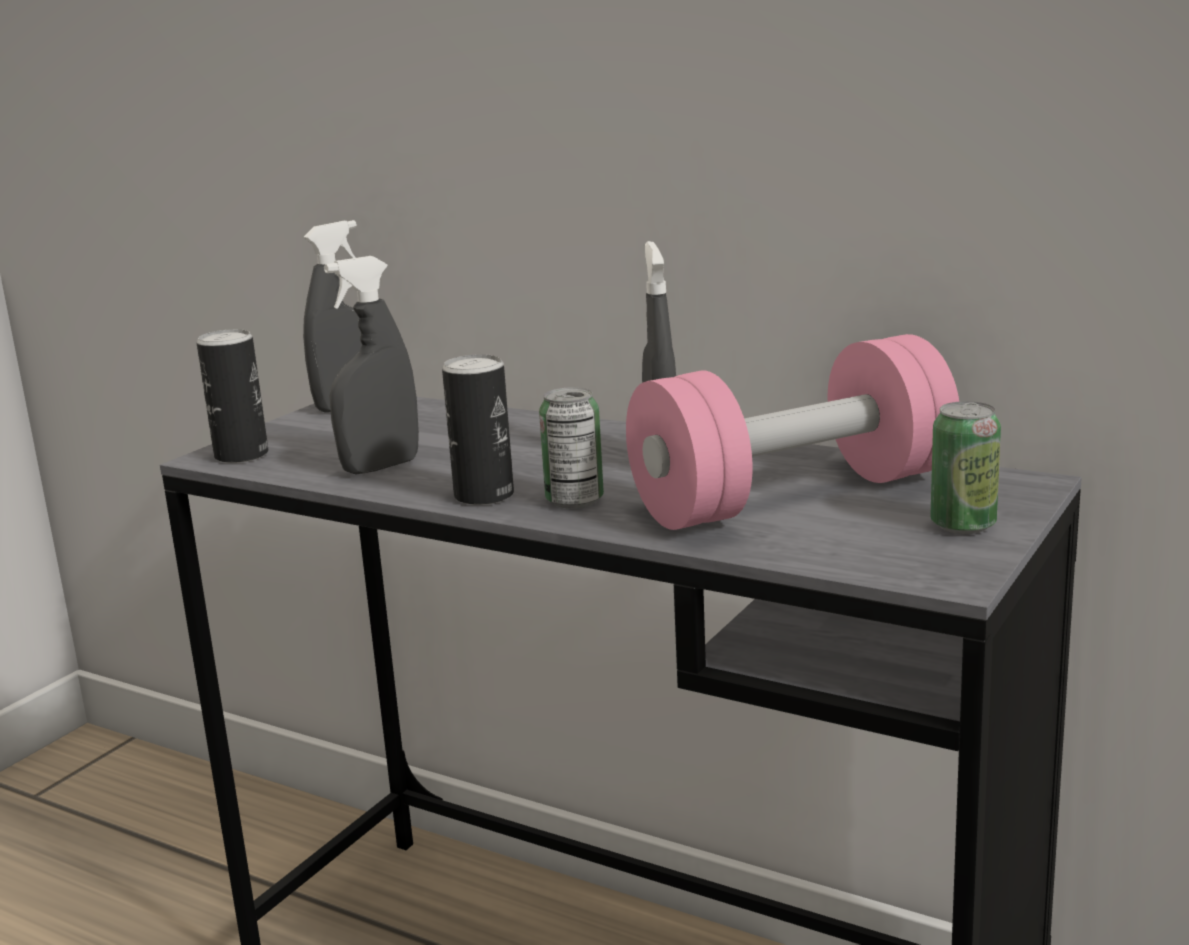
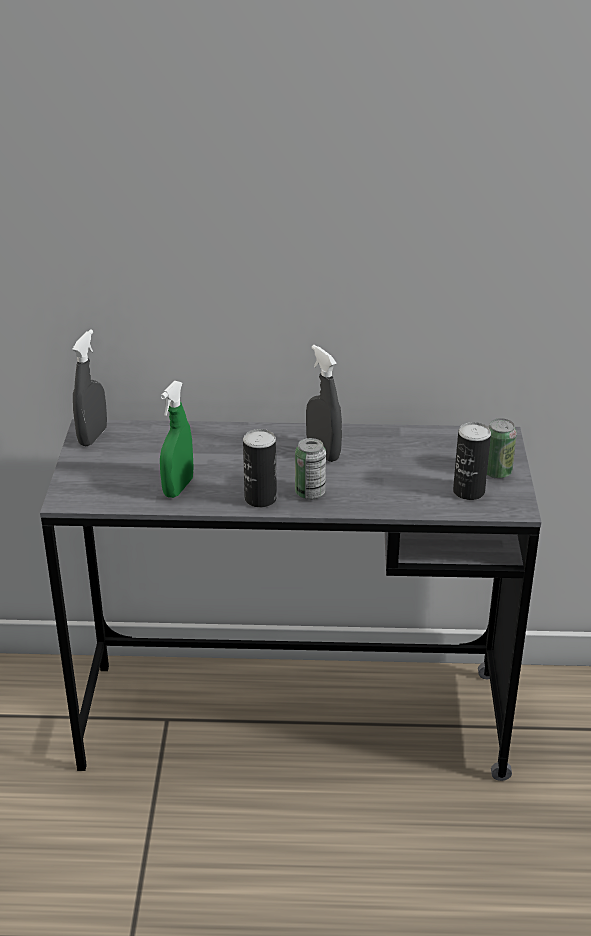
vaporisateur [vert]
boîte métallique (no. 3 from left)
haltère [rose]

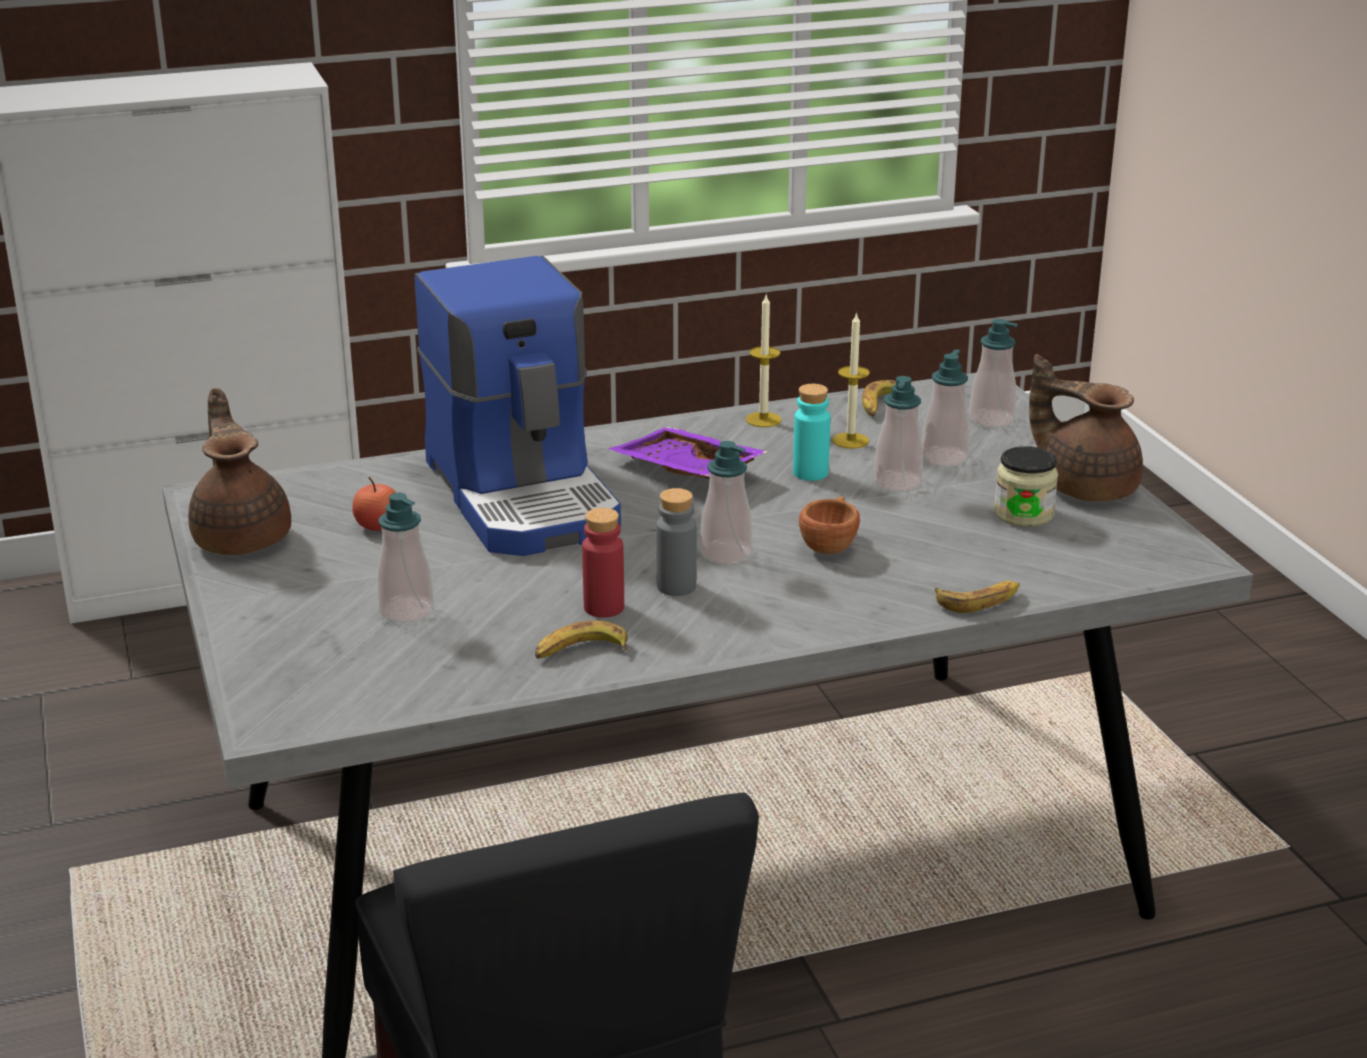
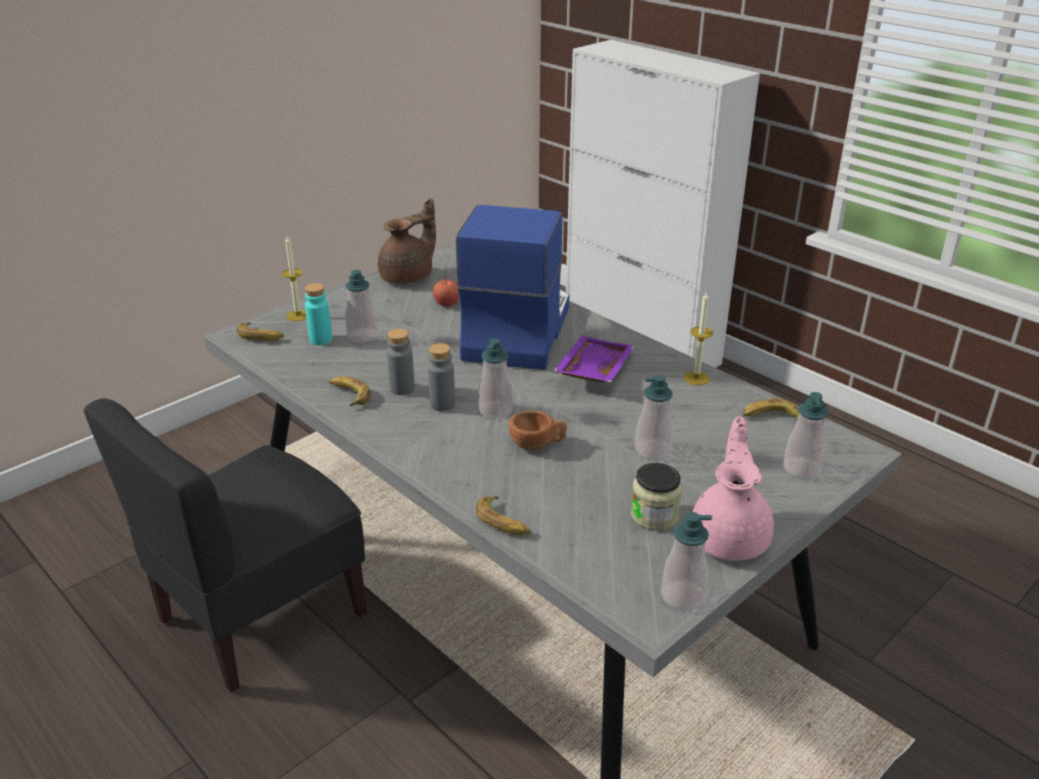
banane (no. 1 from left)
bougie (no. 1 from left)
bouteille [turquoise]
bouteille [gris] (no. 1 from left)
machine à café
distributeur de savon (no. 4 from left)
théière [rose]

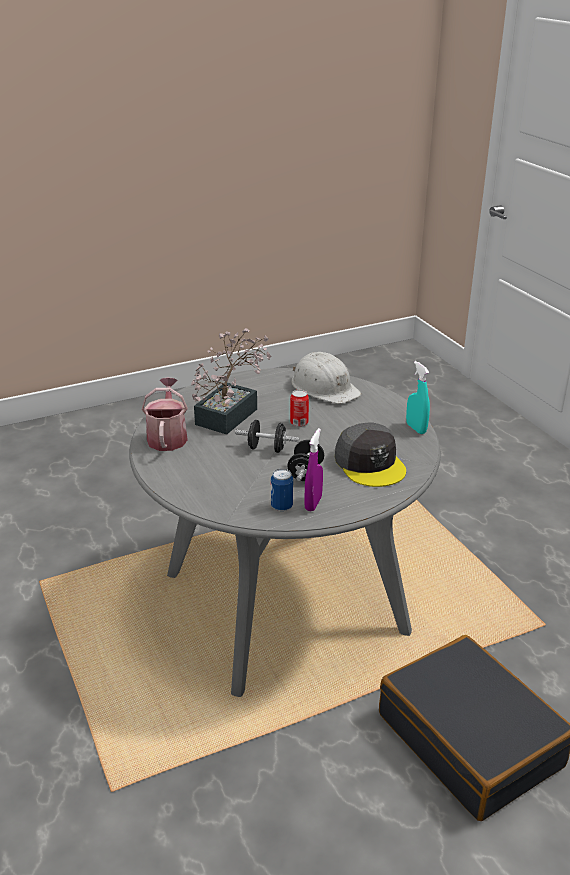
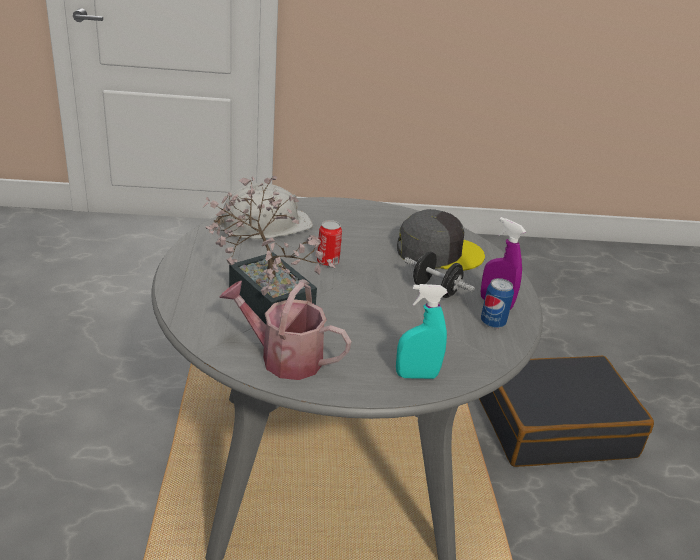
vaporisateur [turquoise]
haltère [noir] (no. 1 from left in the first image)

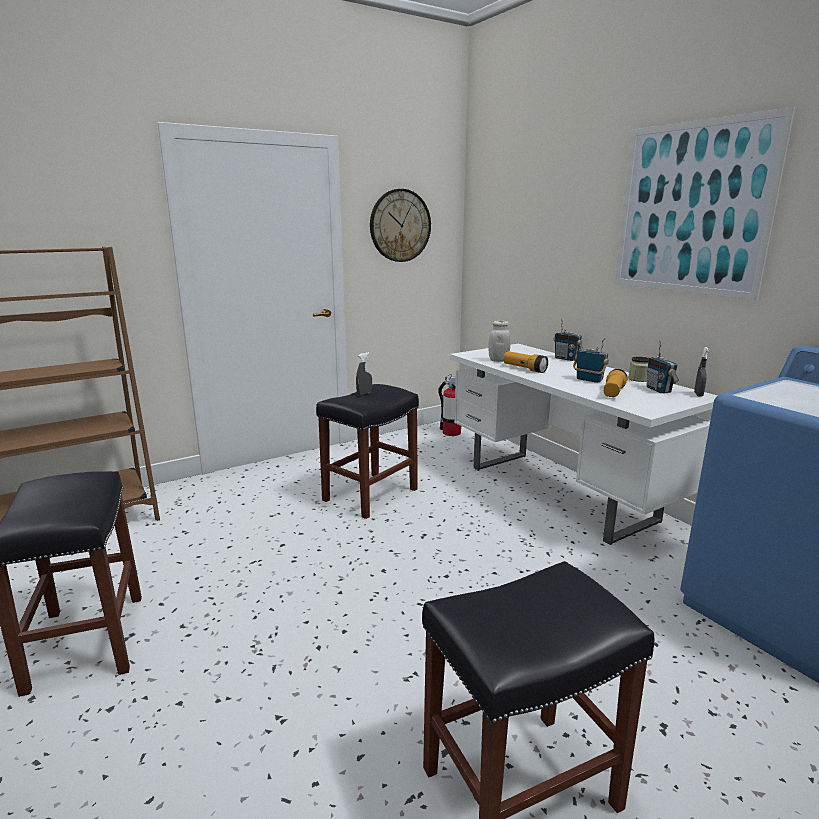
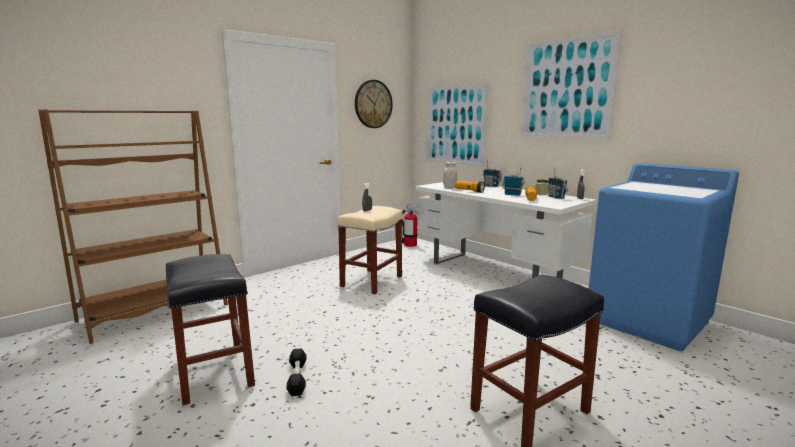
haltère [noir]
tabouret [beige]
tableau (no. 1 from left)

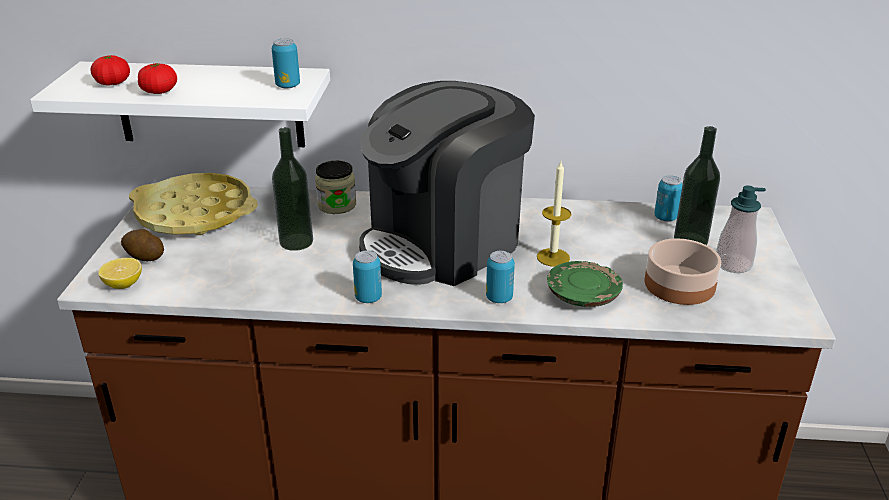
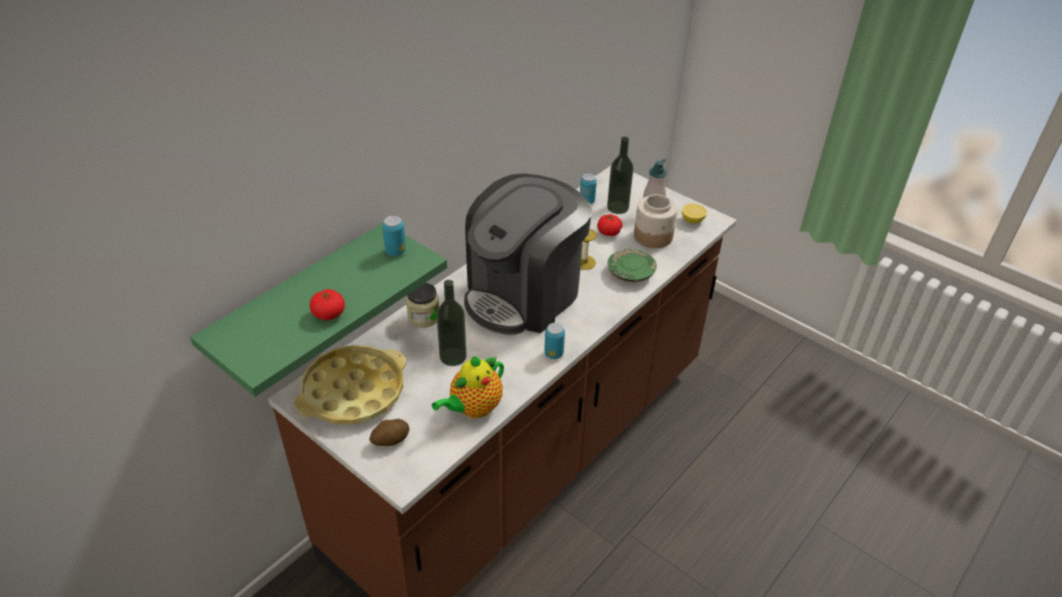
étagère [vert]
théière
machine à café
tomate (no. 2 from left)
bocal (no. 2 from left)
citron
boîte métallique (no. 3 from left in the first image)

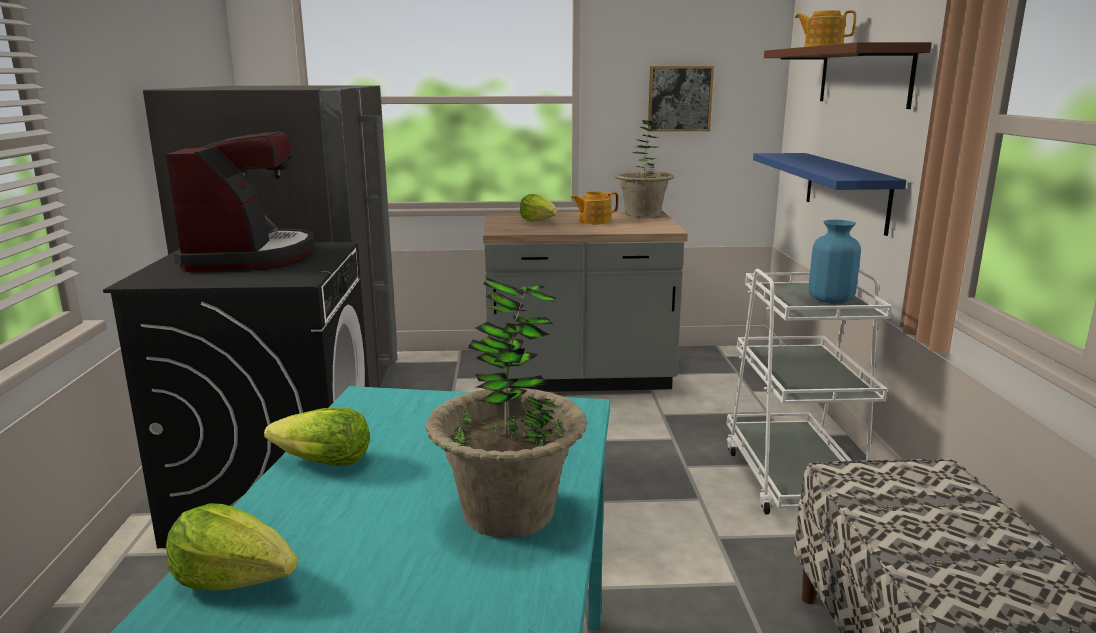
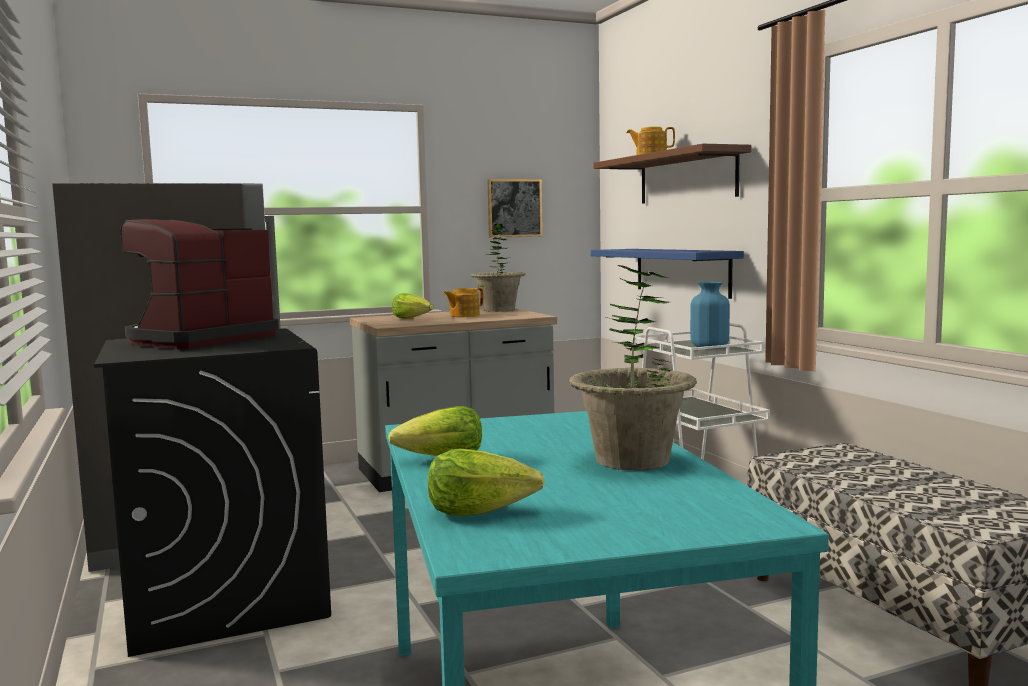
machine à café

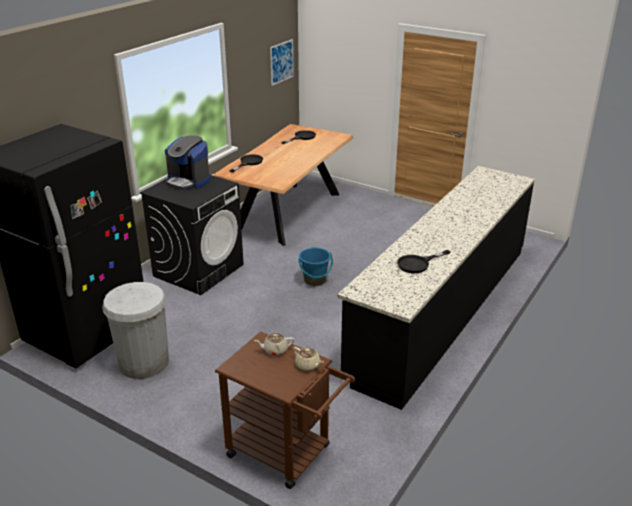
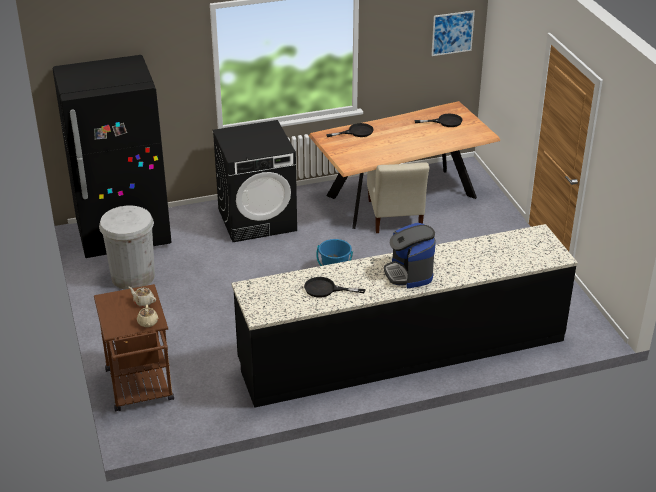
chaise [beige]
machine à café

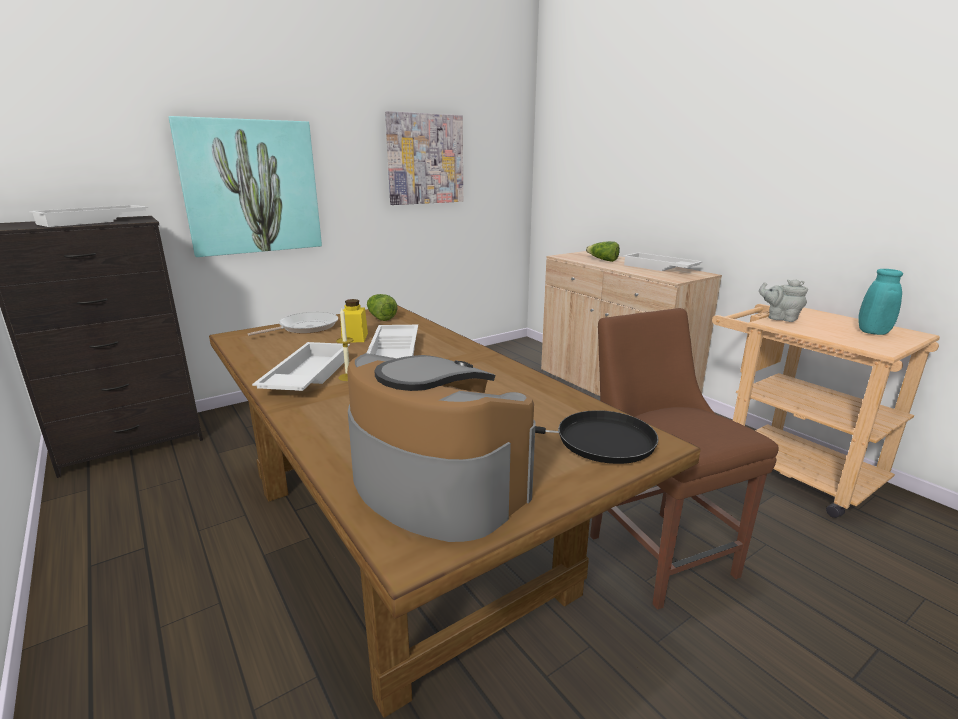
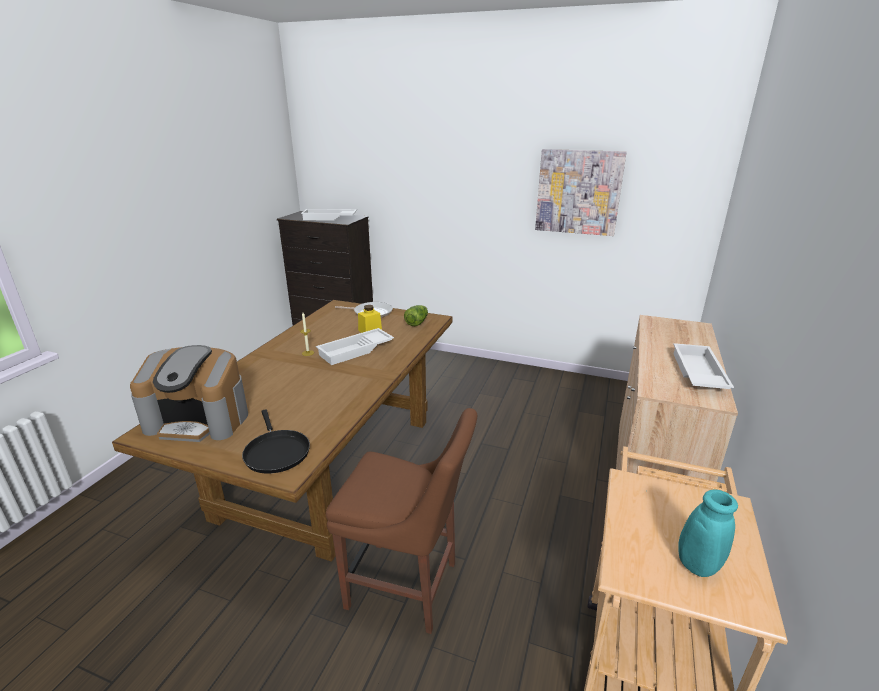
machine à café
chaise [marron]
tableau (no. 1 from left in the first image)
plateau [blanc] (no. 2 from left in the first image)
laitue (no. 2 from left in the first image)
théière [gris]

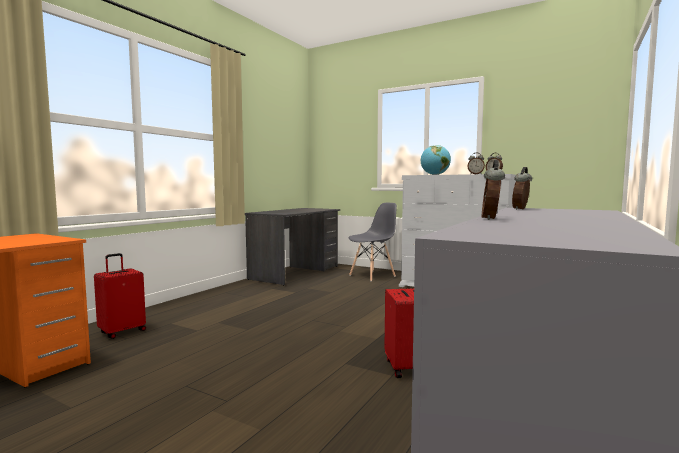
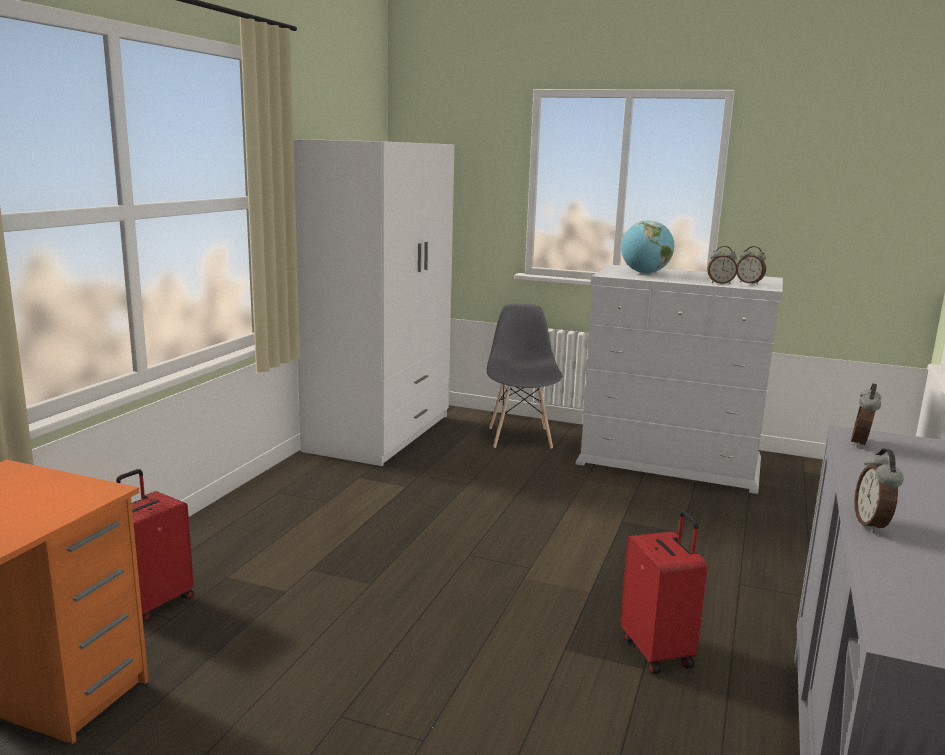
armoire [blanc]
chaise [gris]

